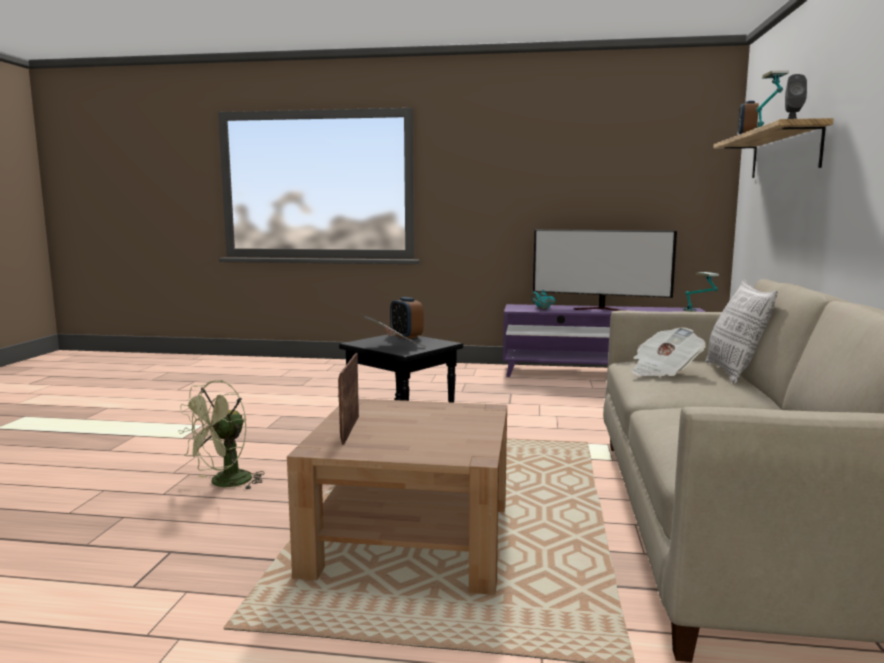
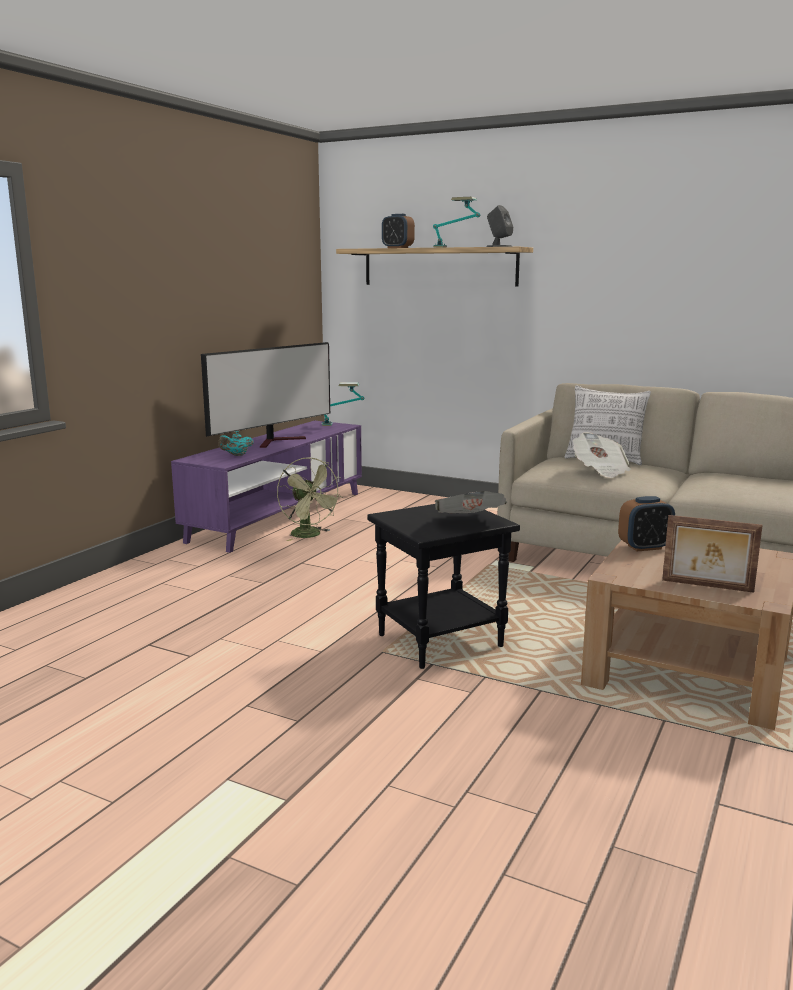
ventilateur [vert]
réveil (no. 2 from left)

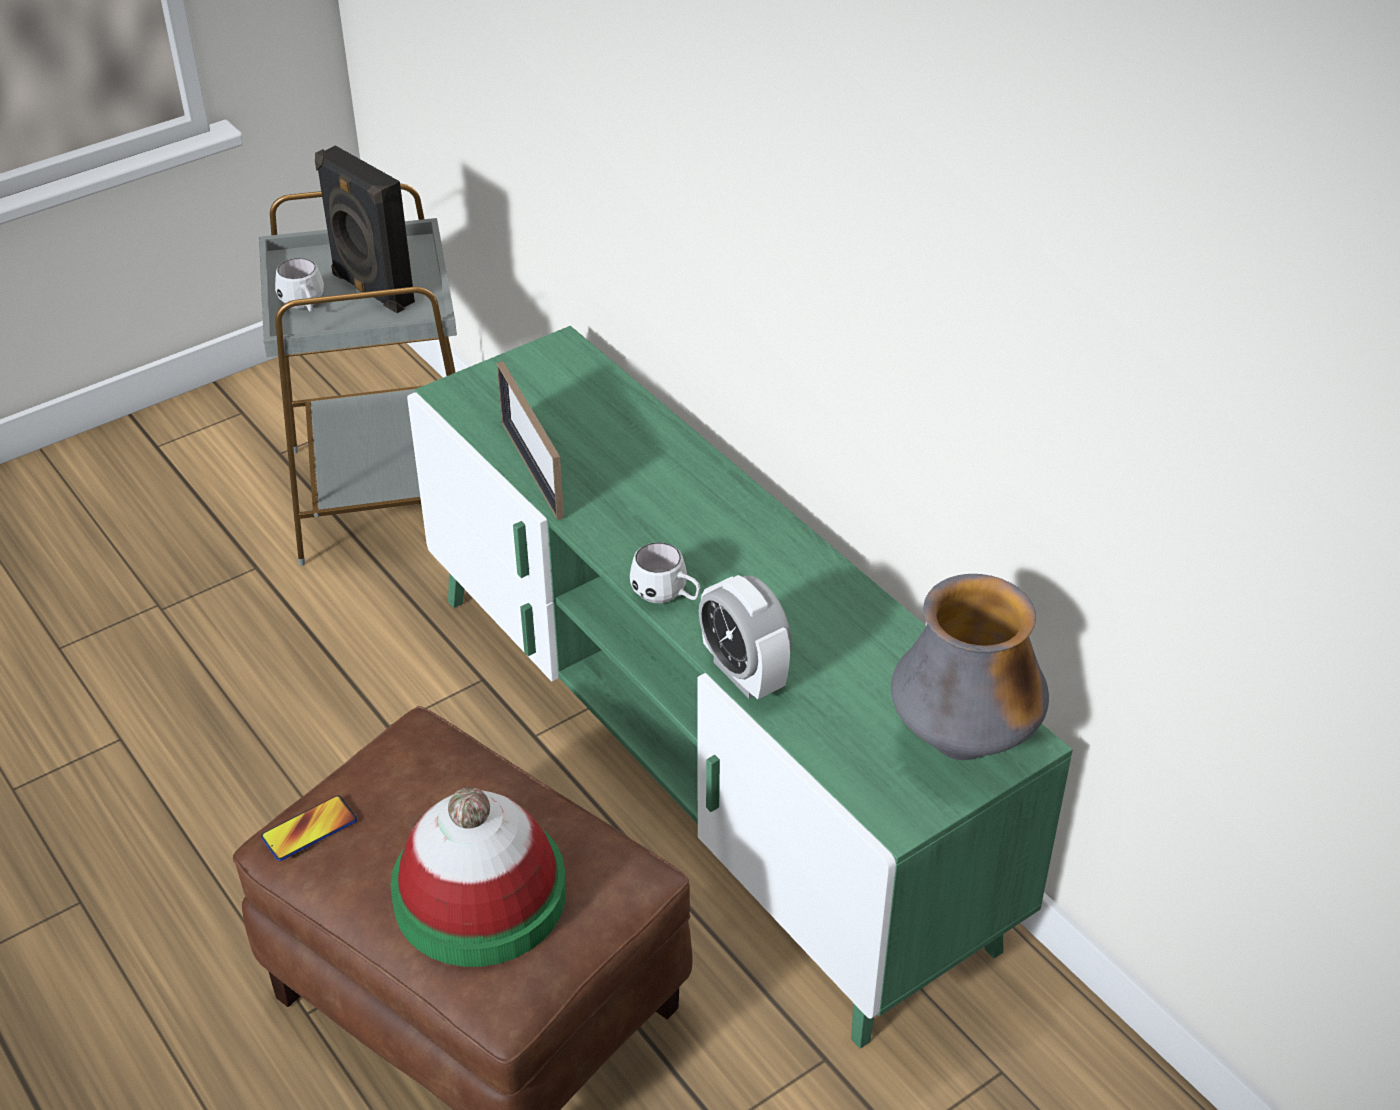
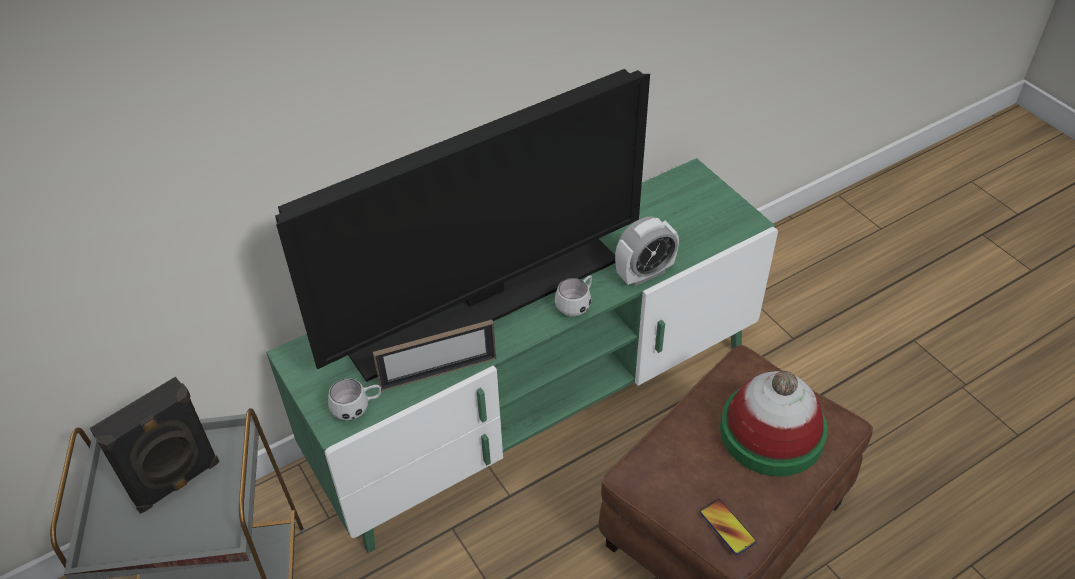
téléviseur
mug [blanc] (no. 1 from left)
vase

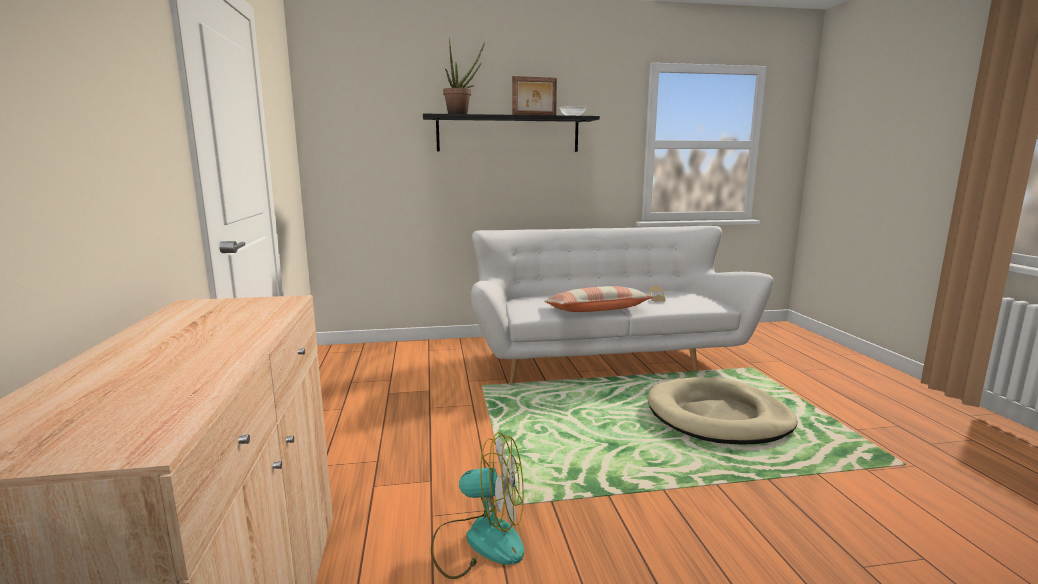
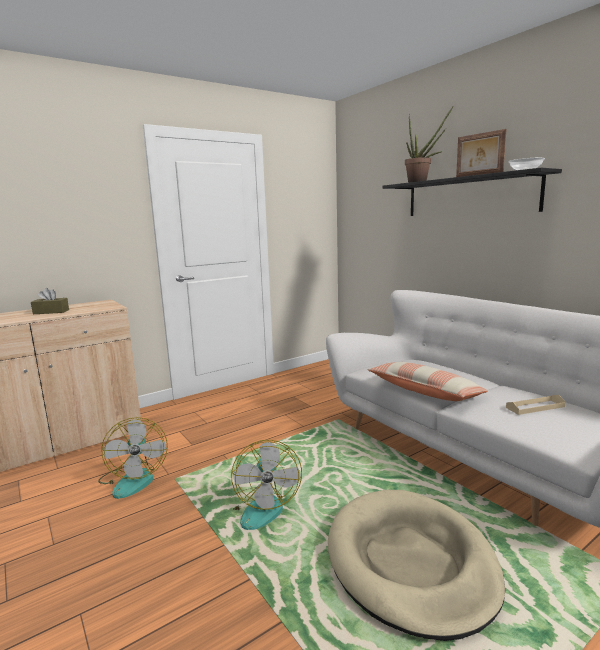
boîte à mouchoirs [marron]
ventilateur (no. 2 from left)

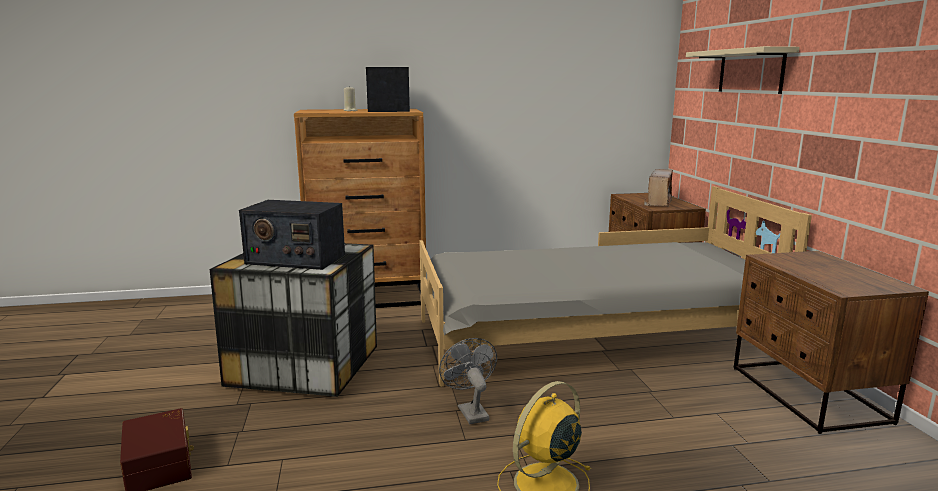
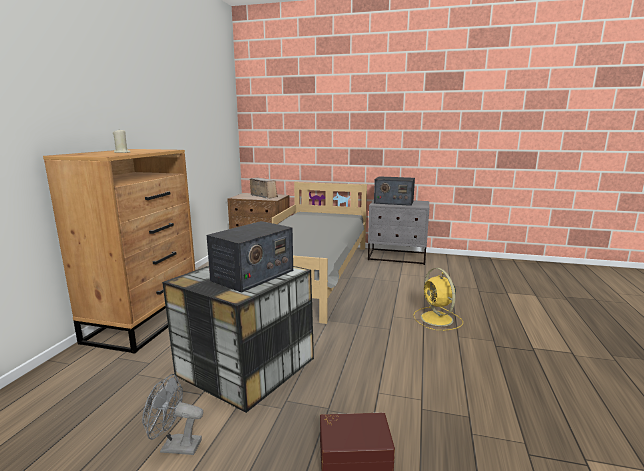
ventilateur [gris]
table de chevet [gris]
radio (no. 3 from left)
étagère [beige]

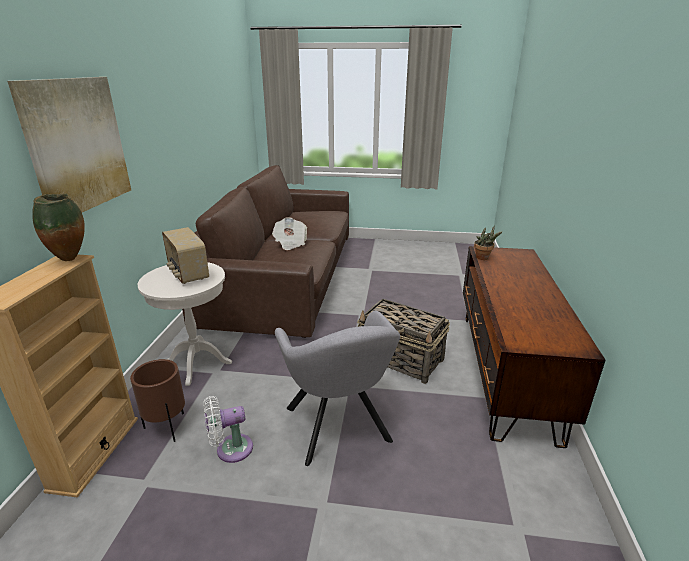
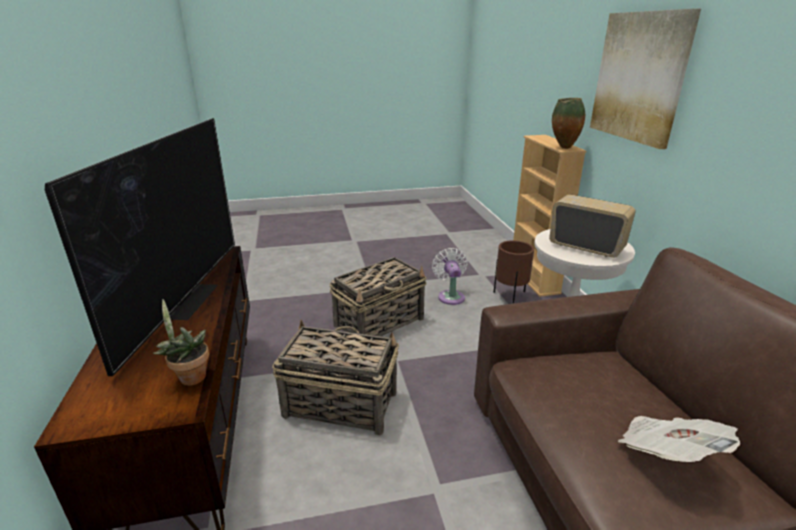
téléviseur
panier (no. 2 from left)
ventilateur [blanc]

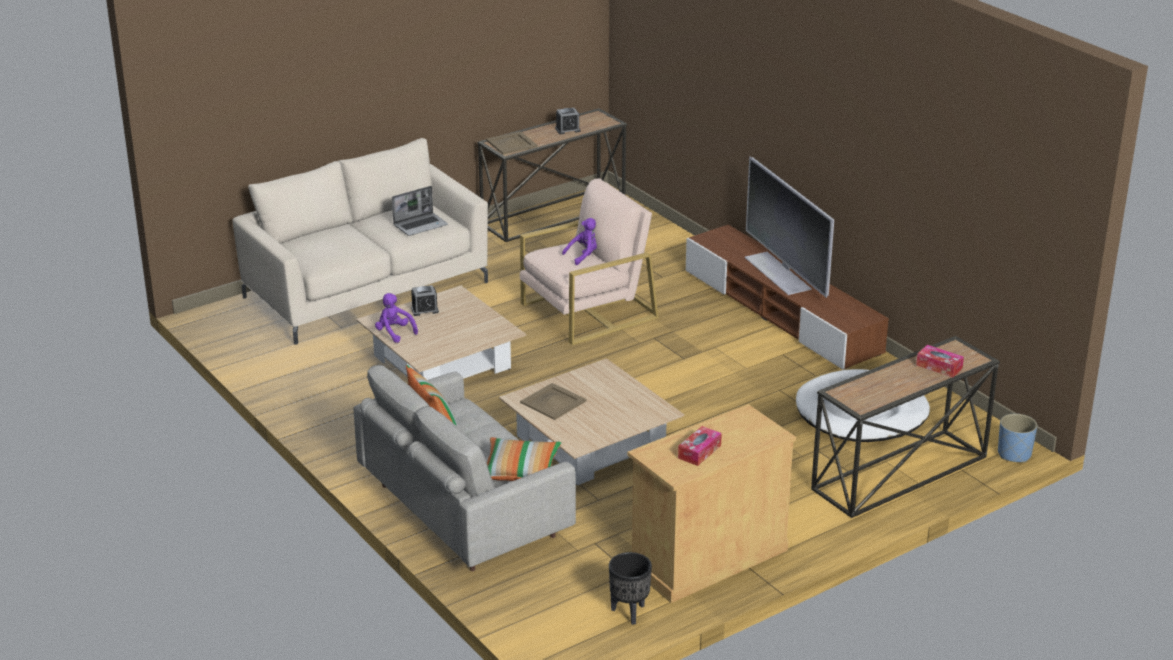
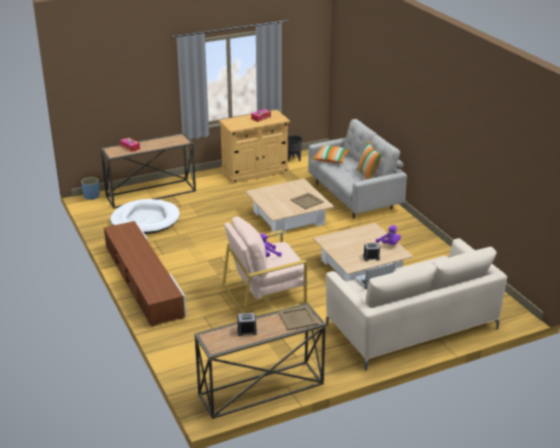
téléviseur

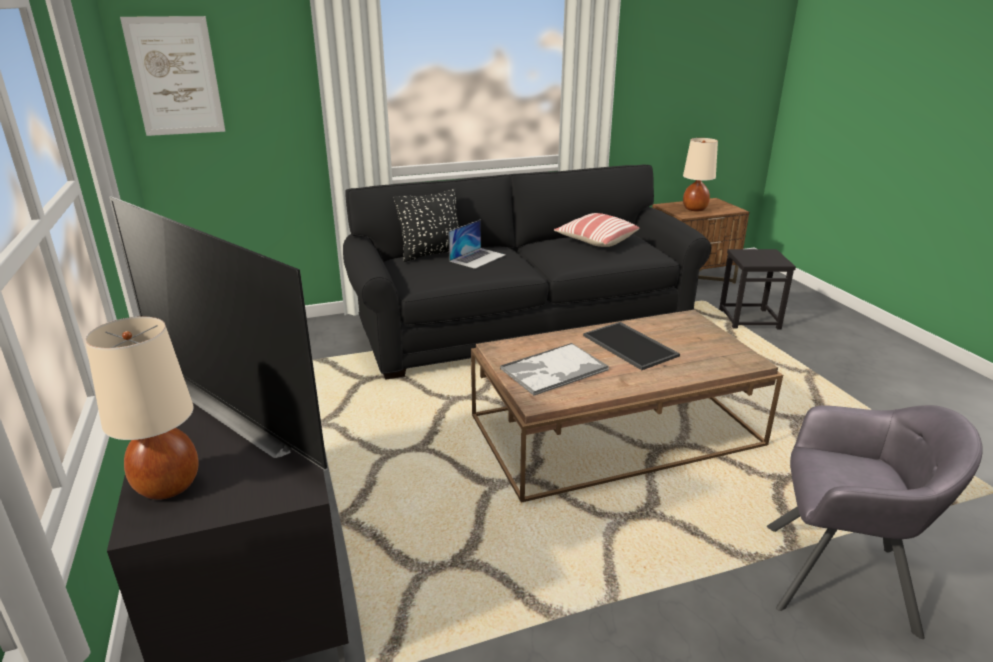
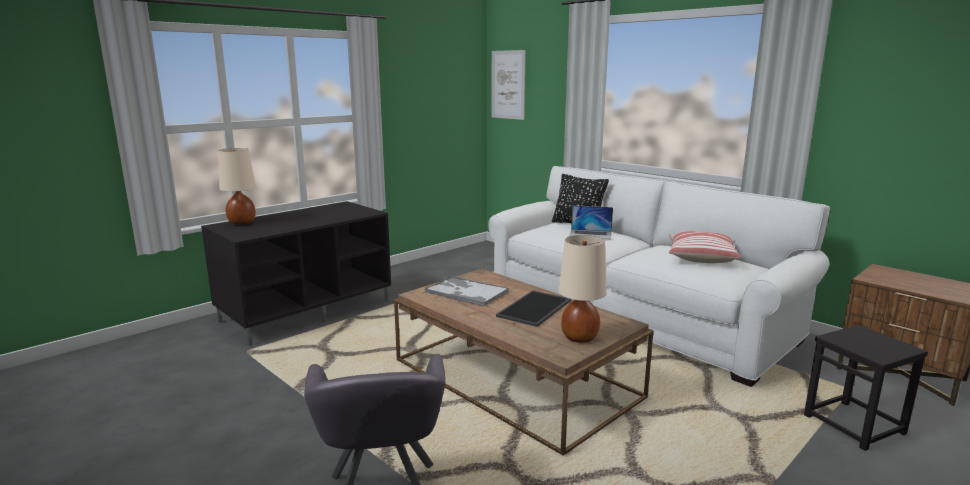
canapé [blanc]
lampe de table [beige] (no. 2 from left)
téléviseur

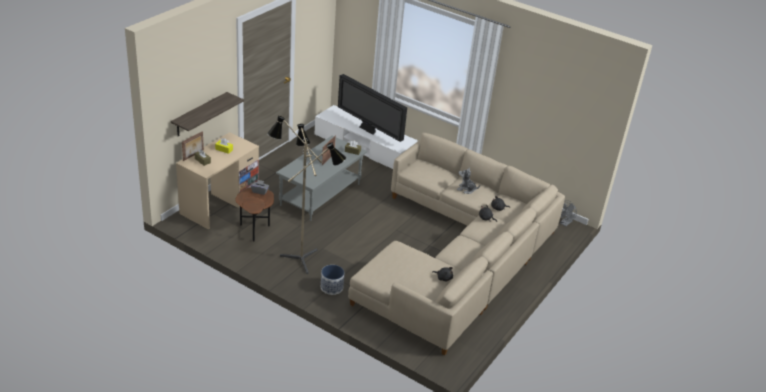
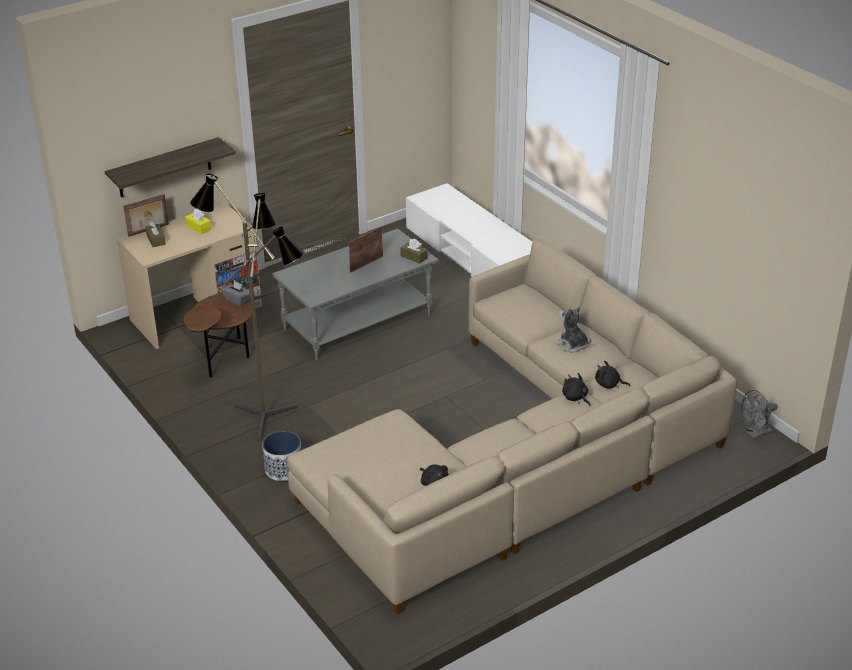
téléviseur

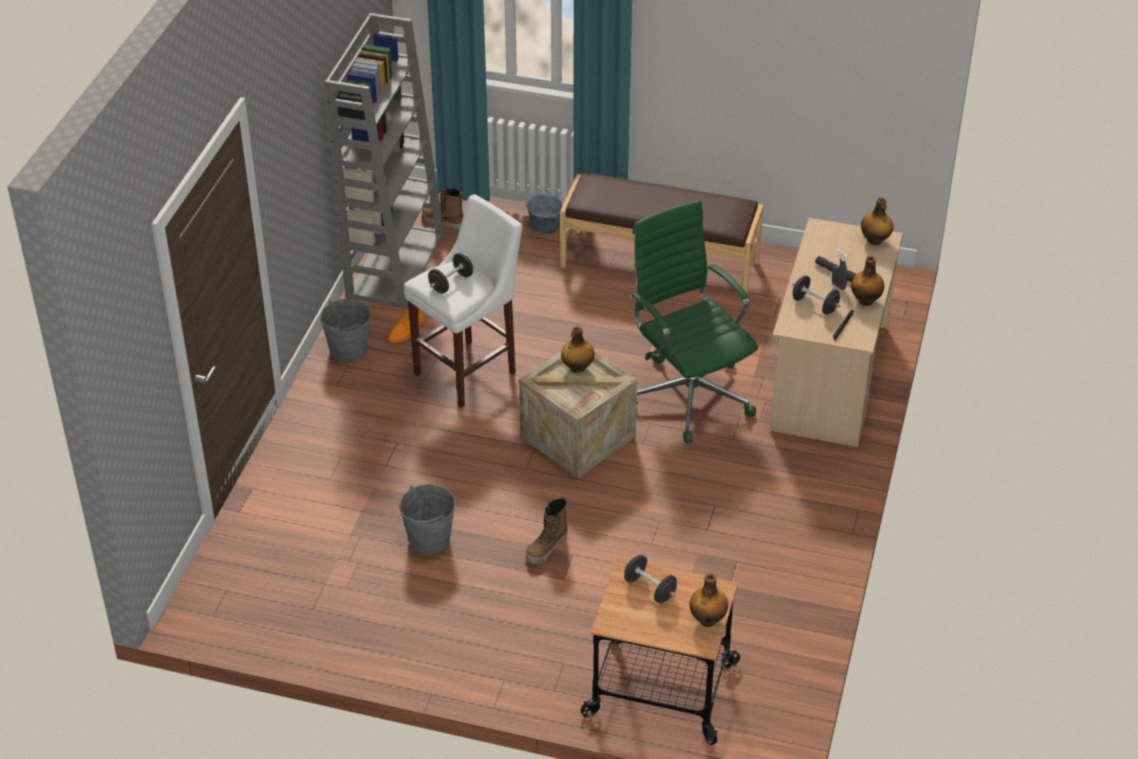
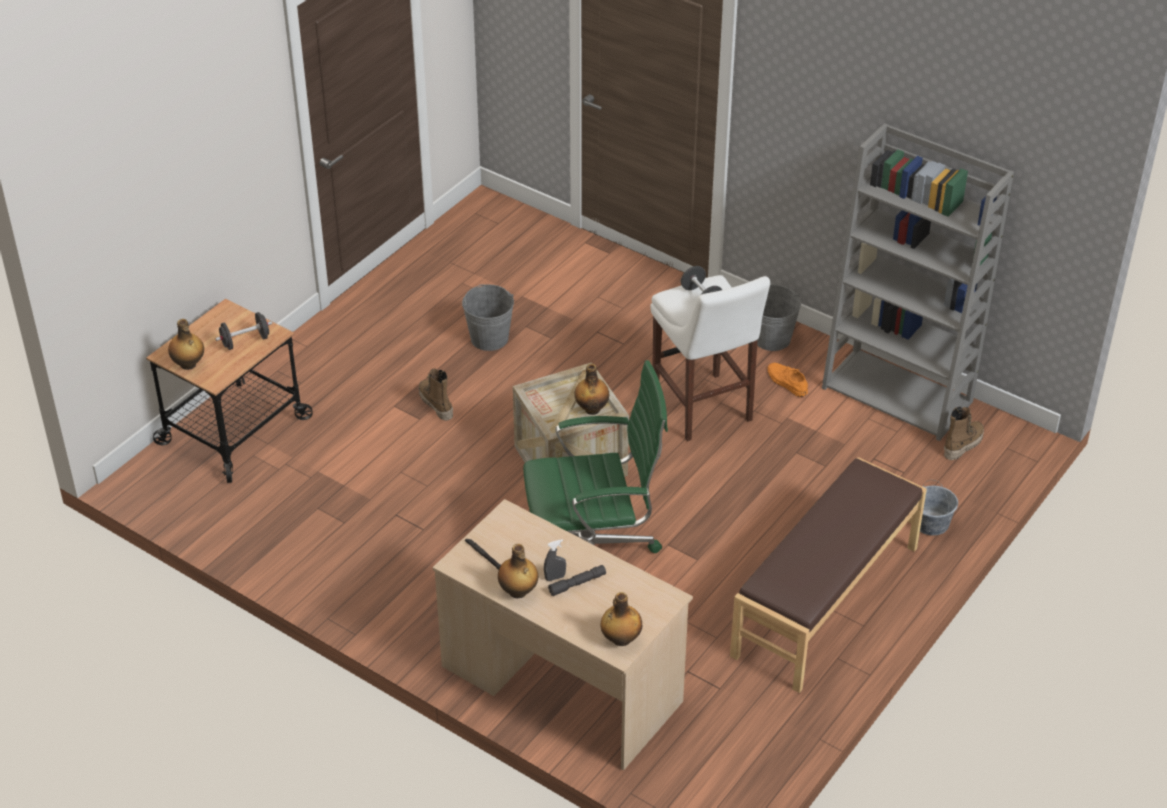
haltère [noir] (no. 3 from left in the first image)

